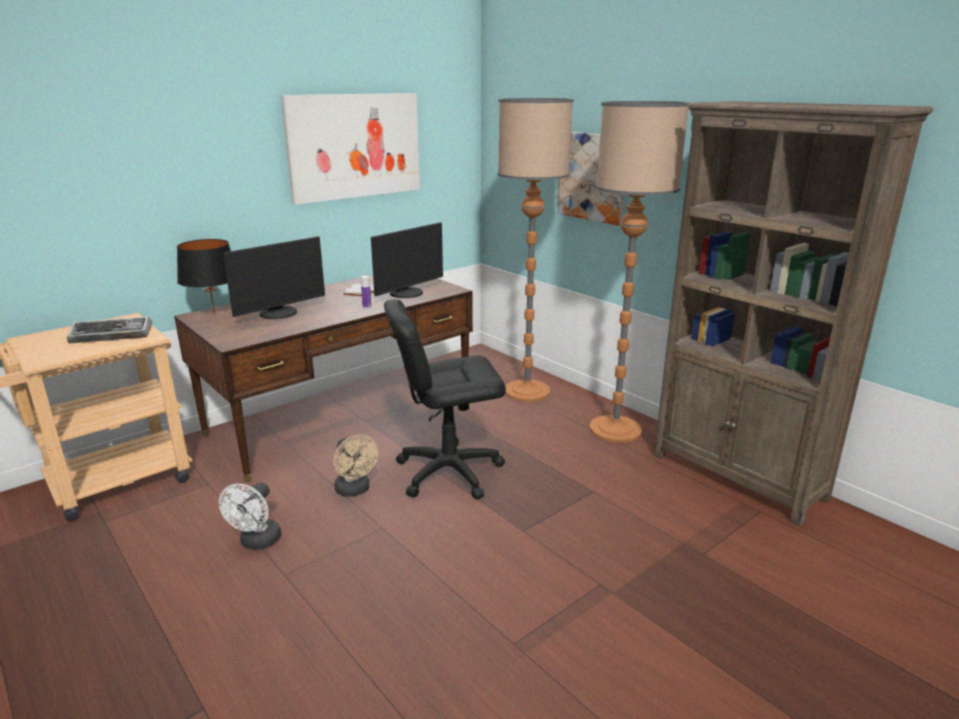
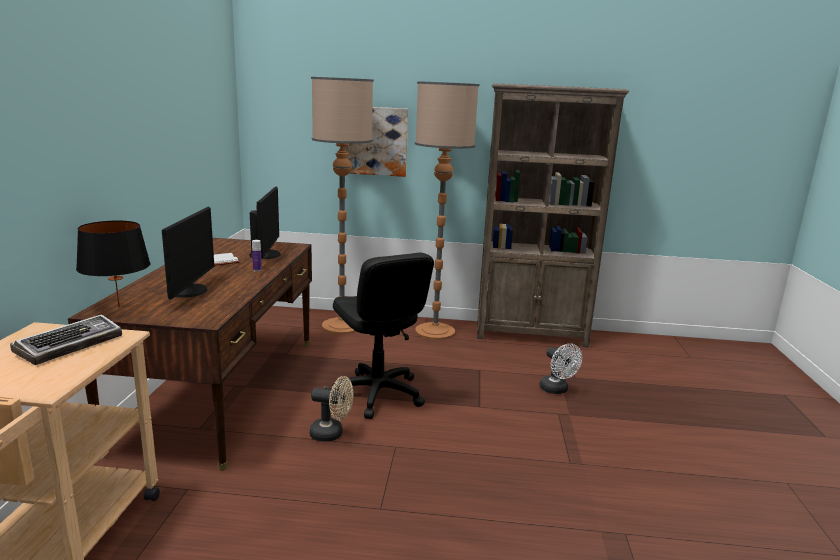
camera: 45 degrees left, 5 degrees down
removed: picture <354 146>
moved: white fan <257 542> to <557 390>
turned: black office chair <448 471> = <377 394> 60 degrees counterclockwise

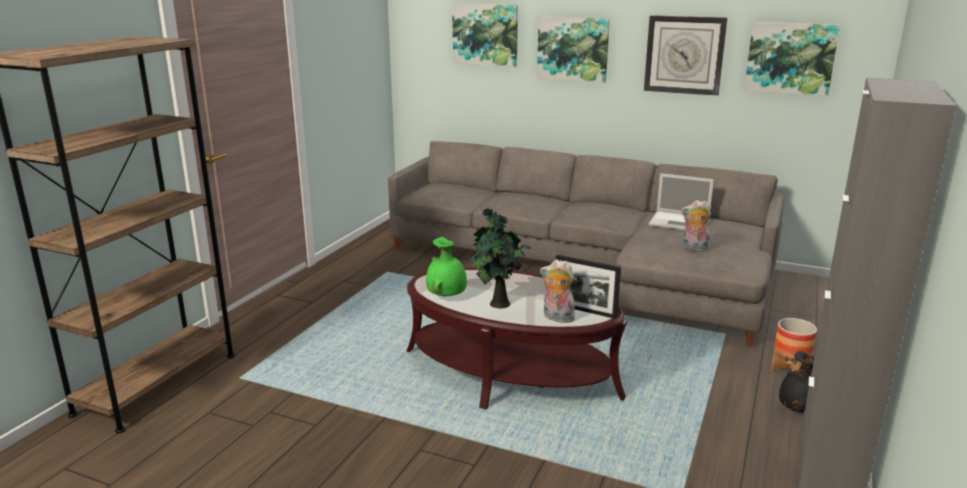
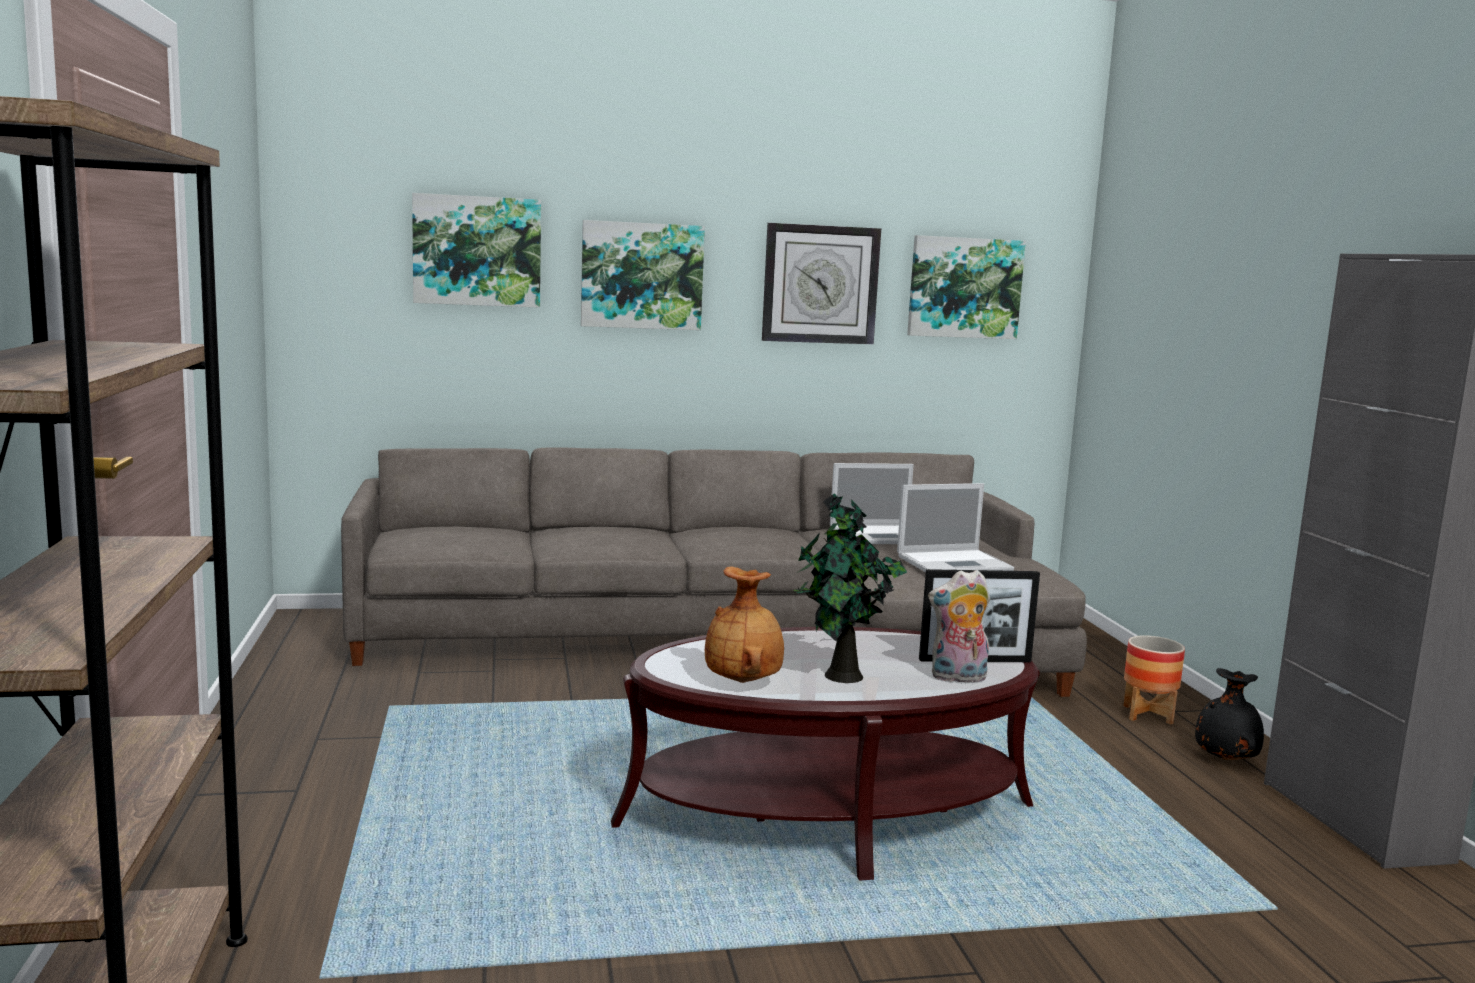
camera: 35 degrees left, 10 degrees down
replaced: plush toy <694 248> to laptop <955 563>
recoloured: green vase <447 296> to brown vase <744 681>

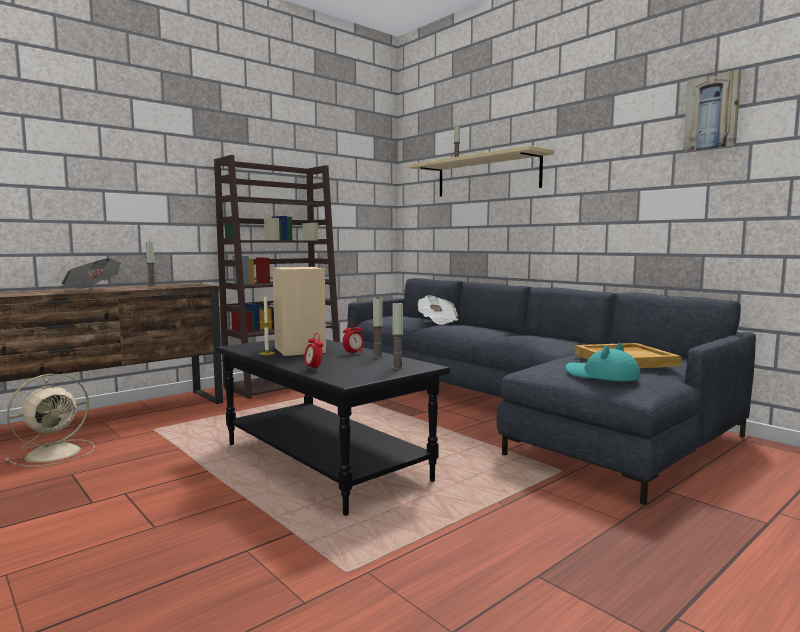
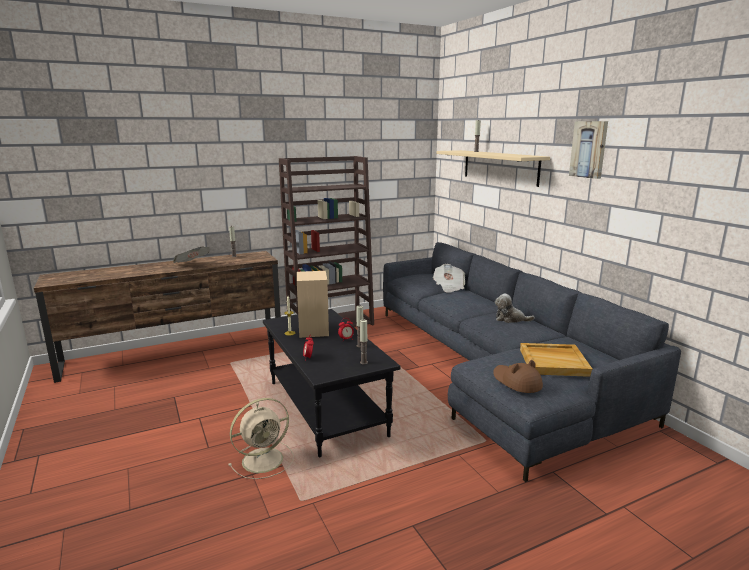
camera: 15 degrees right, 10 degrees up
added: plush toy <510 319>
moved: beige fan <56 453> to <264 459>; picture <712 113> to <589 149>
recoloured: turquoise hat <601 376> to brown hat <516 381>

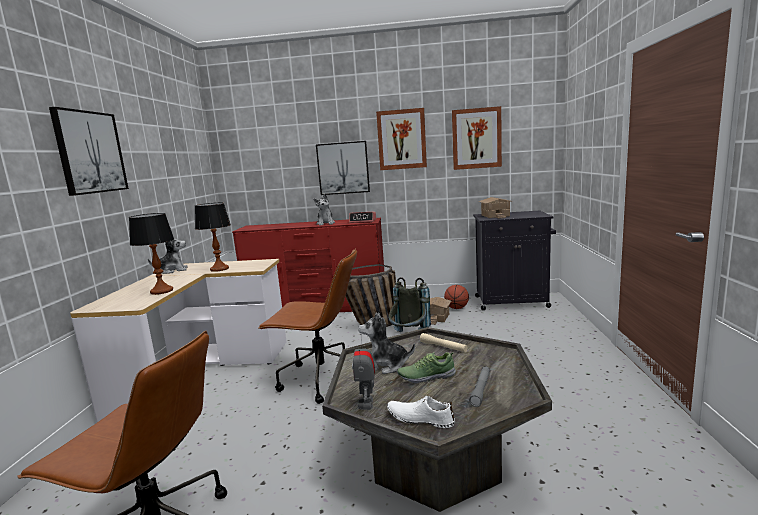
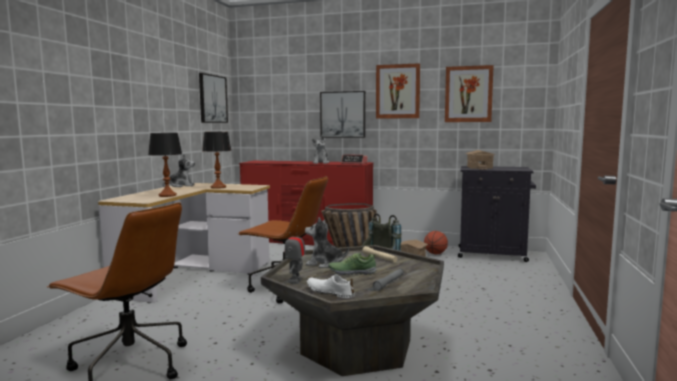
camera: 10 degrees right, 5 degrees down
moved: picture <90 152> to <212 99>

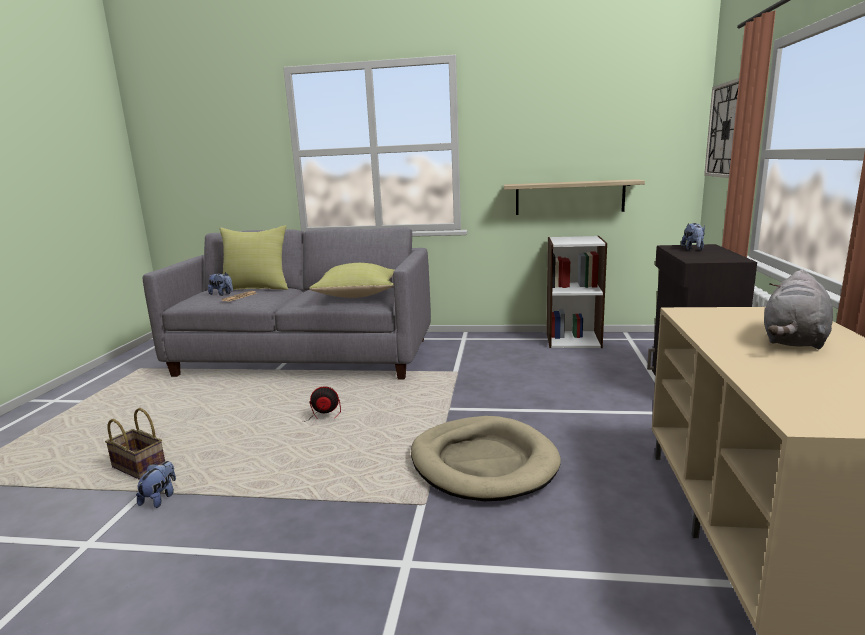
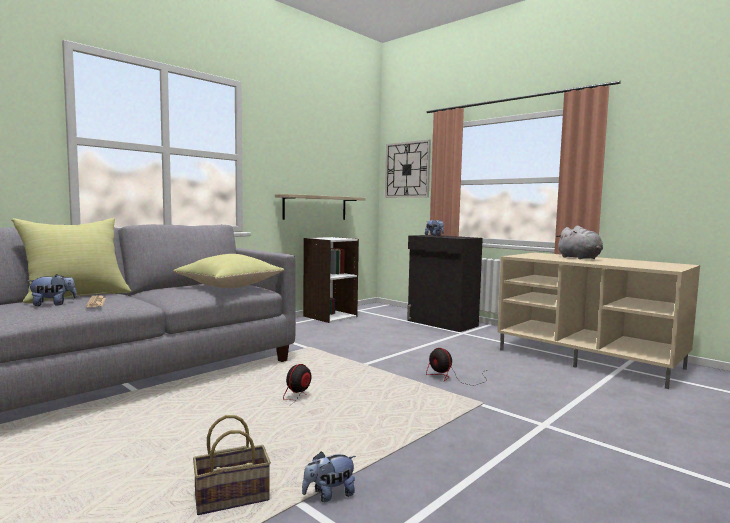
camera: 55 degrees left, 10 degrees down
replaced: beige dog bed <483 463> to fan <453 378>
turned: plush toy <160 498> = <329 495> 75 degrees counterclockwise

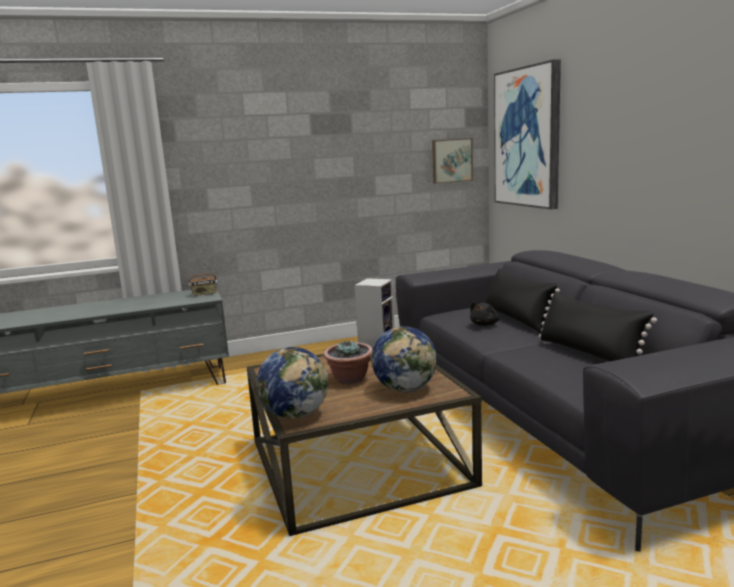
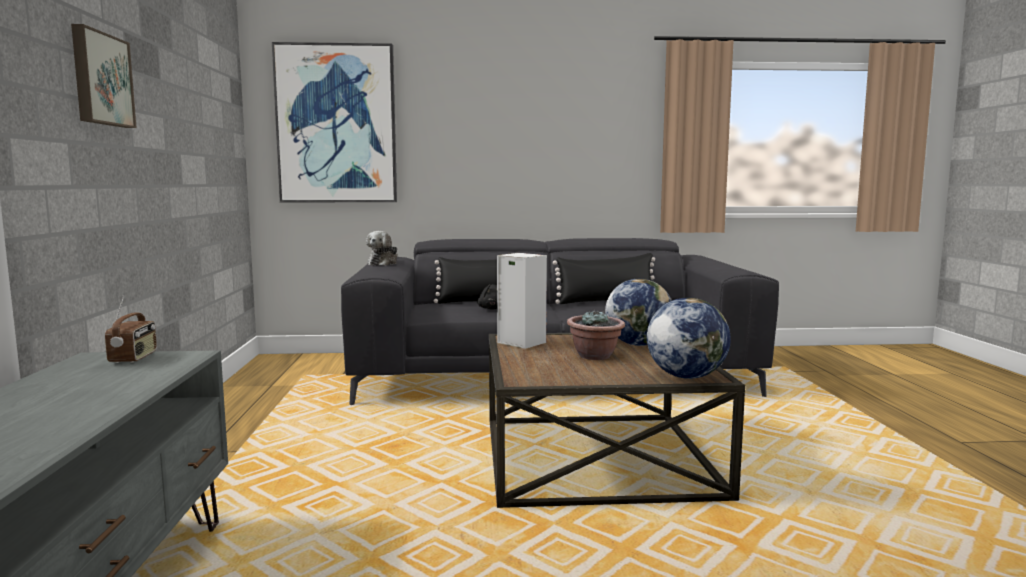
camera: 75 degrees left, 5 degrees down
added: plush toy <383 263>
moved: picture <451 160> to <100 79>

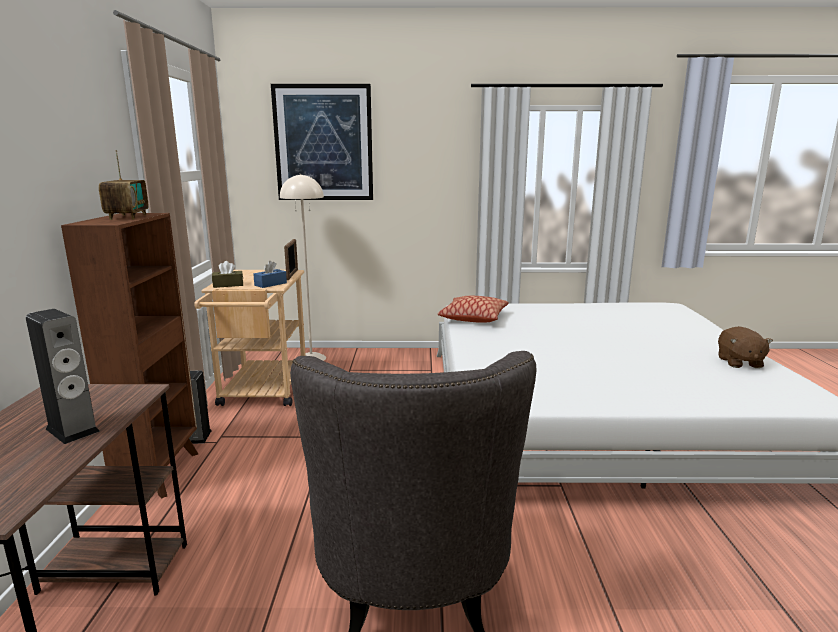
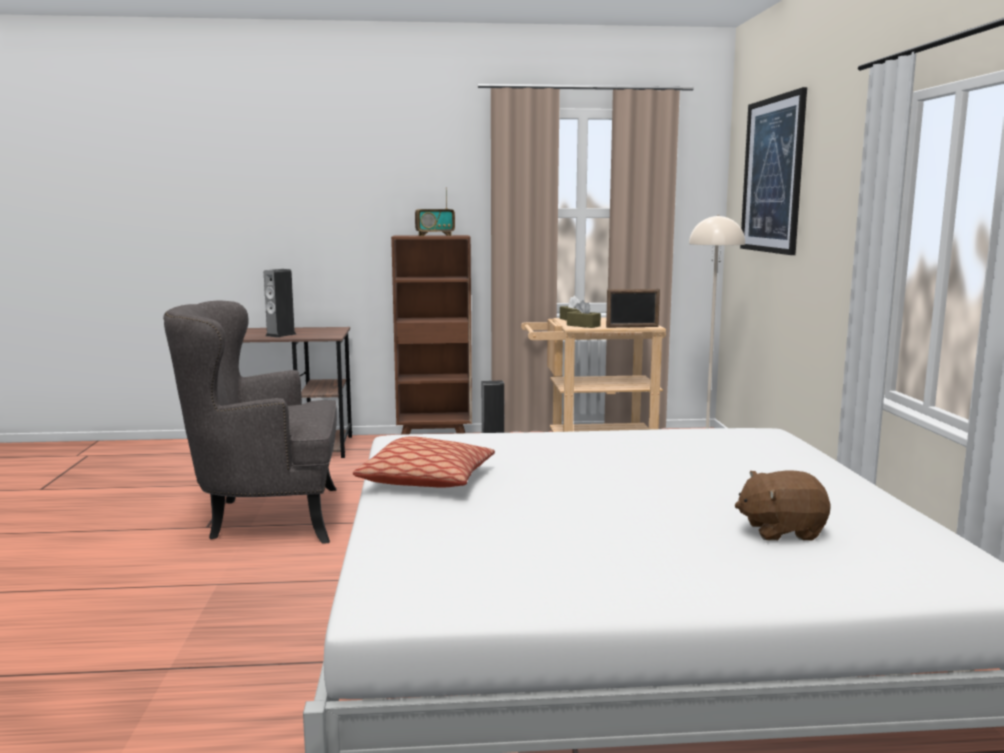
camera: 85 degrees right, 5 degrees down
moved: pillow <473 318> to <427 480>; brown plush toy <739 362> to <781 531>
recoloured: blue tissue box <270 284> to brown tissue box <583 325>

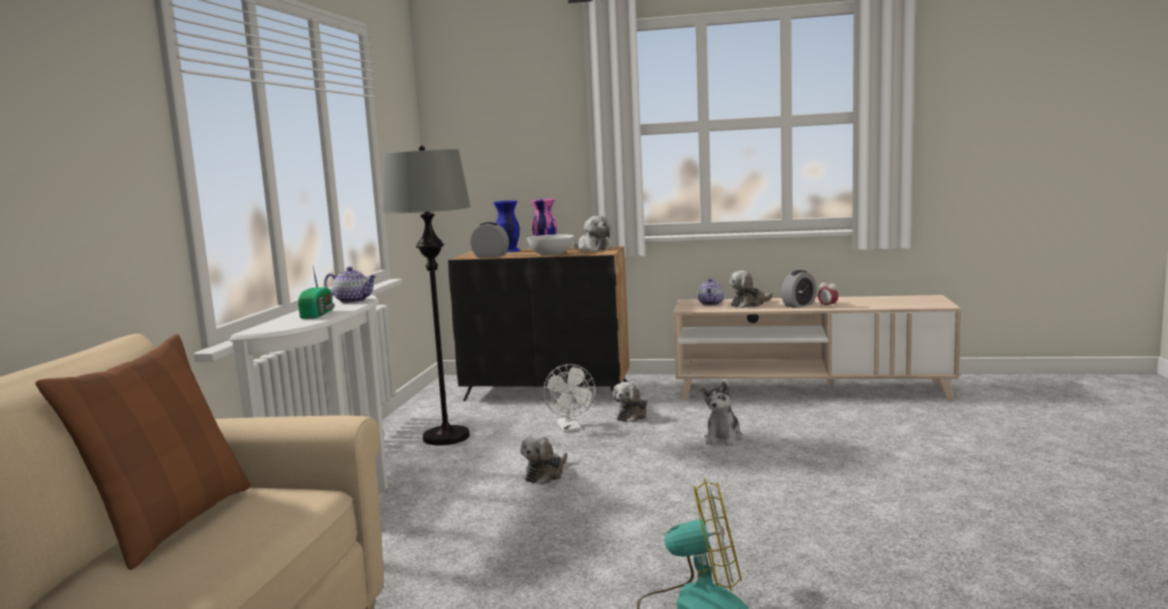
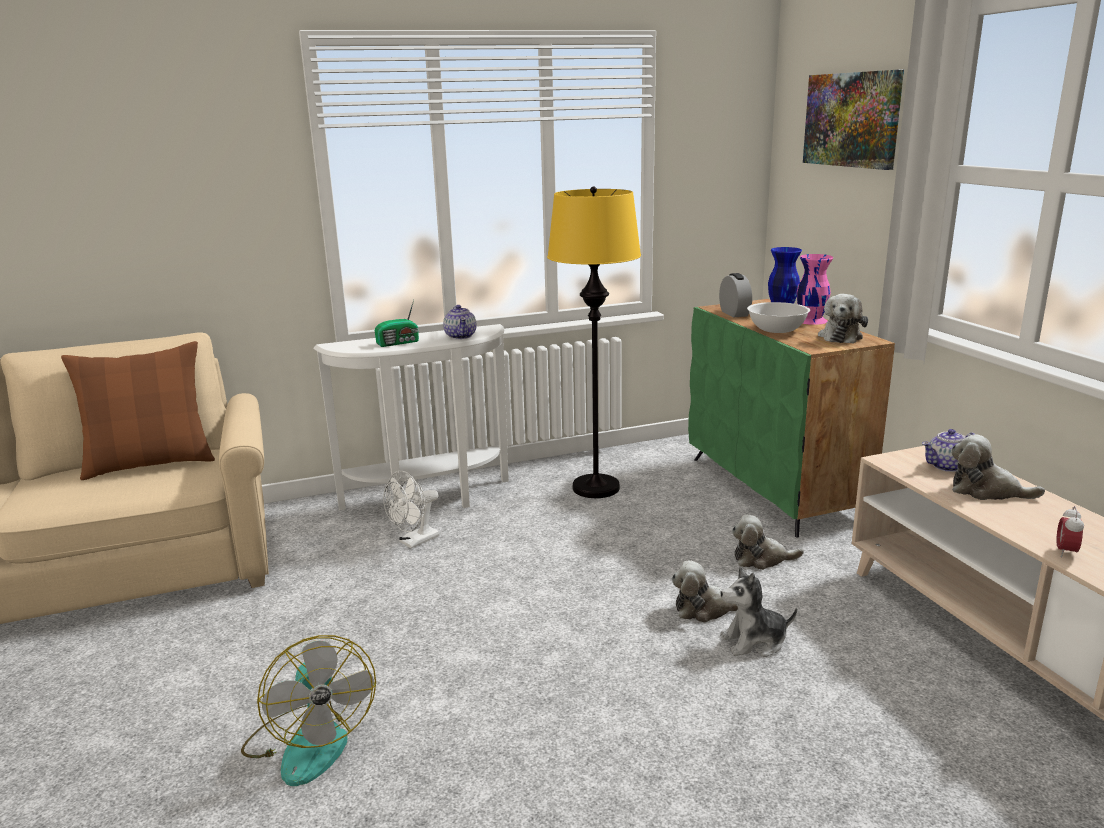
camera: 60 degrees right, 10 degrees up
removed: alarm clock <799 305>
added: picture <852 120>
moved: plush toy <545 474> to <705 609>; white fan <570 428> to <414 542>
recoloured: grey floor lamp <446 437> to yellow floor lamp <596 488>; black cabinet <548 392> to green cabinet <774 488>

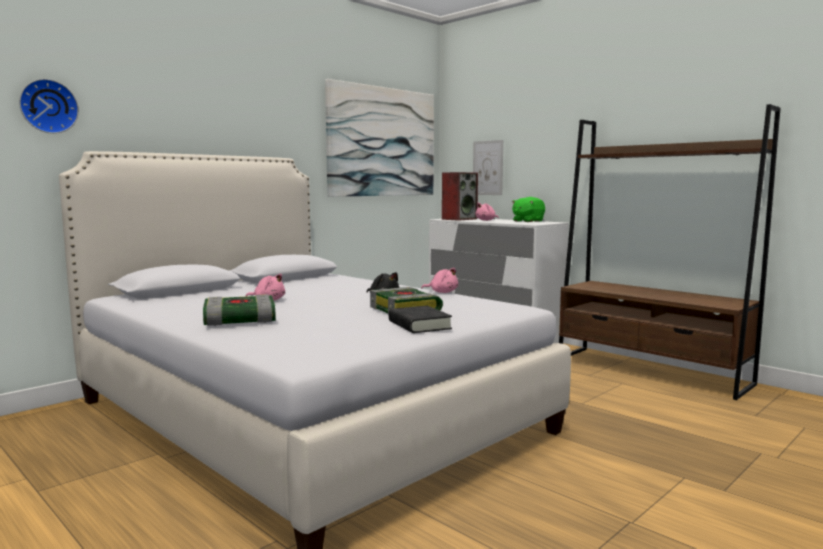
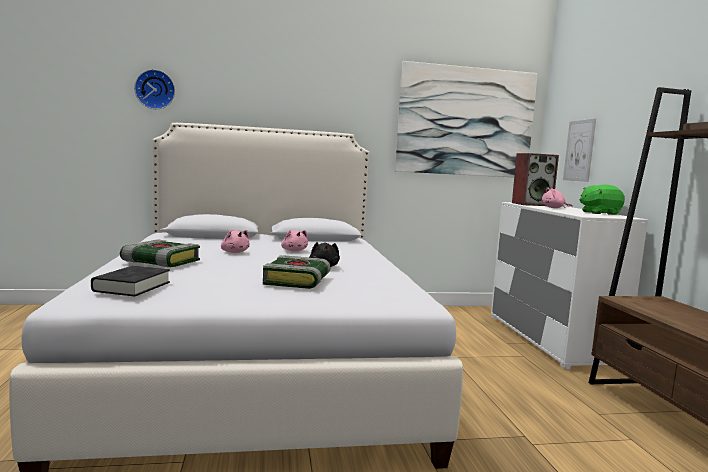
camera: 35 degrees right, 0 degrees up
moved: black book <419 325> to <132 286>; pink plush toy <442 292> to <294 251>

